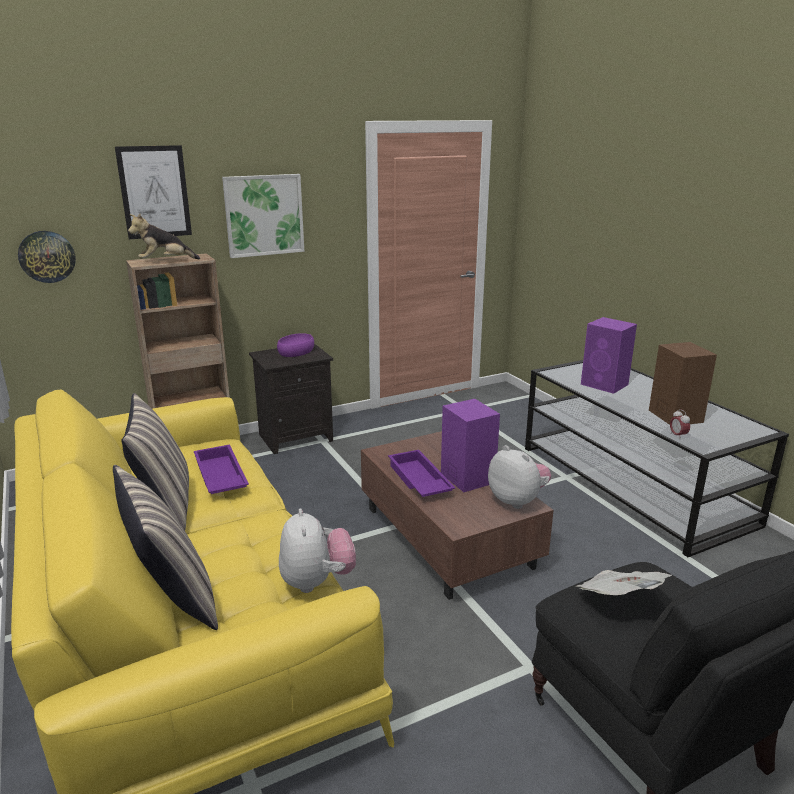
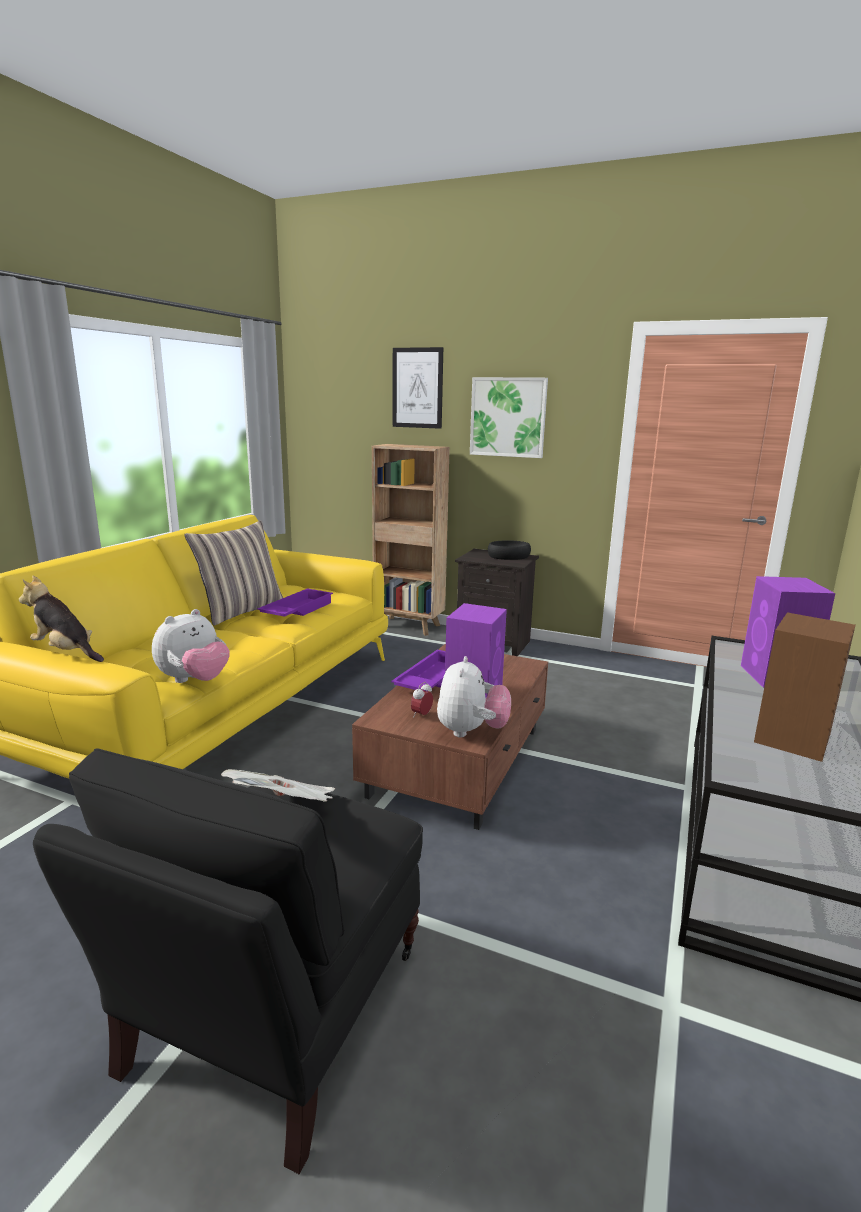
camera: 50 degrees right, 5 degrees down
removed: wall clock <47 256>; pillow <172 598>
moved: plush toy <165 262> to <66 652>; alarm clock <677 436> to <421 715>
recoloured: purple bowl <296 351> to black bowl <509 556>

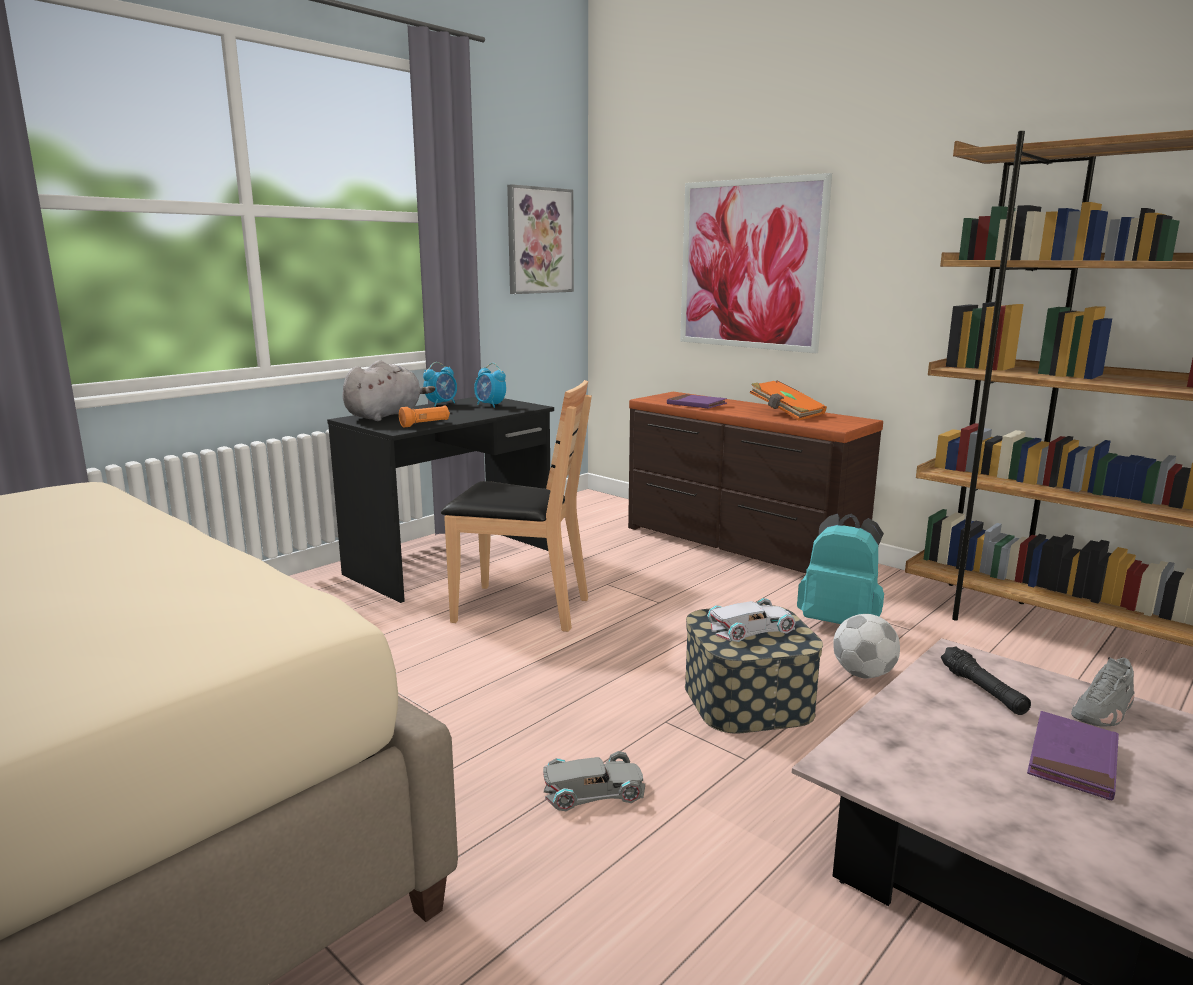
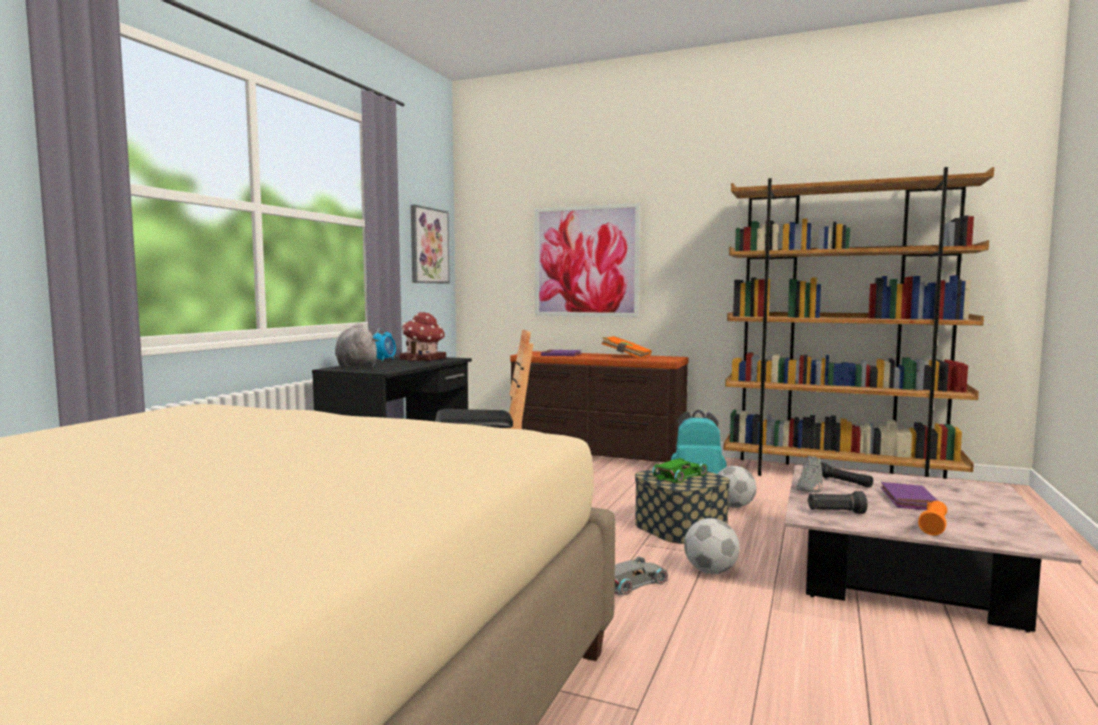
camera: 20 degrees left, 10 degrees down
added: football <711 571>; black flashlight <835 512>
moved: orange flashlight <425 424> to <934 527>; grey shoe <1103 711> to <810 487>
replaced: alarm clock <490 405> to toy house <423 359>
recoloured: white toy car <752 628> to green toy car <680 476>
turned: grey plush toy <386 416> = <356 366> 45 degrees counterclockwise

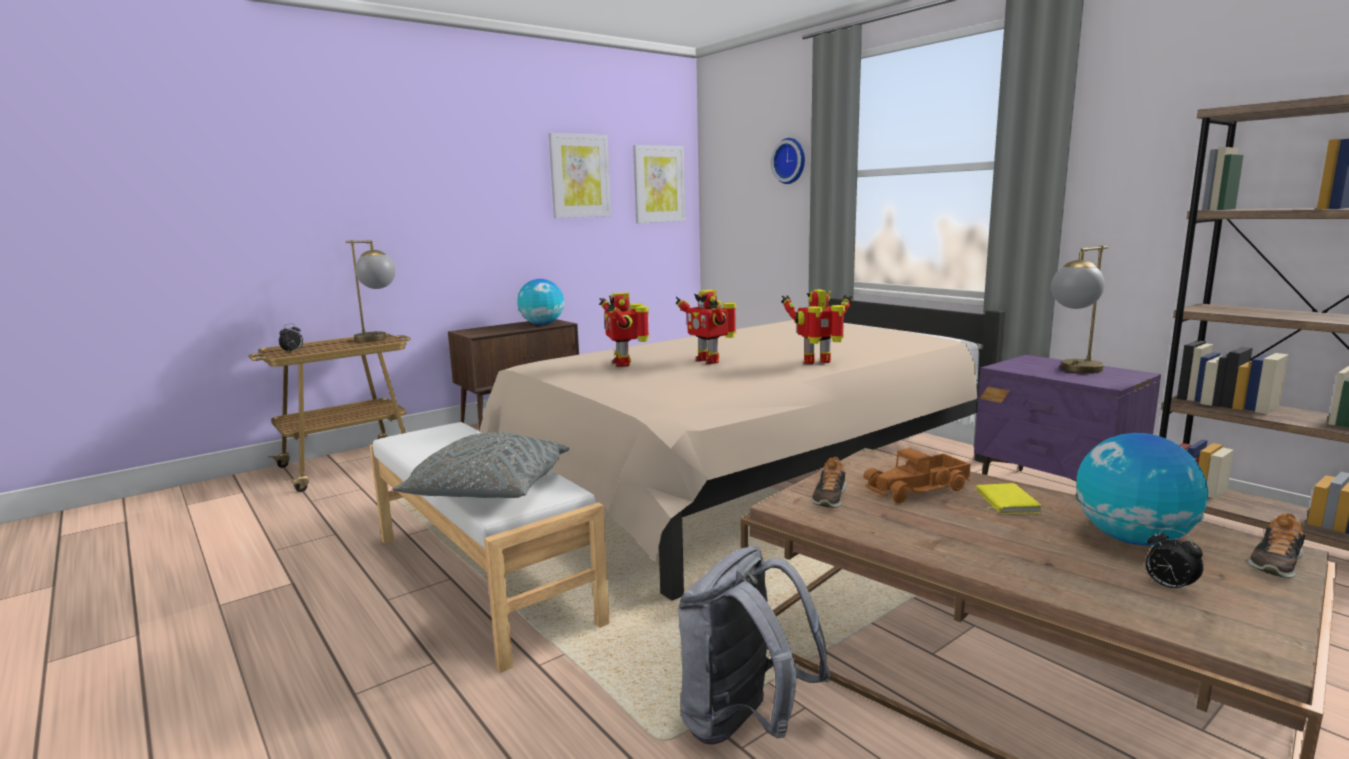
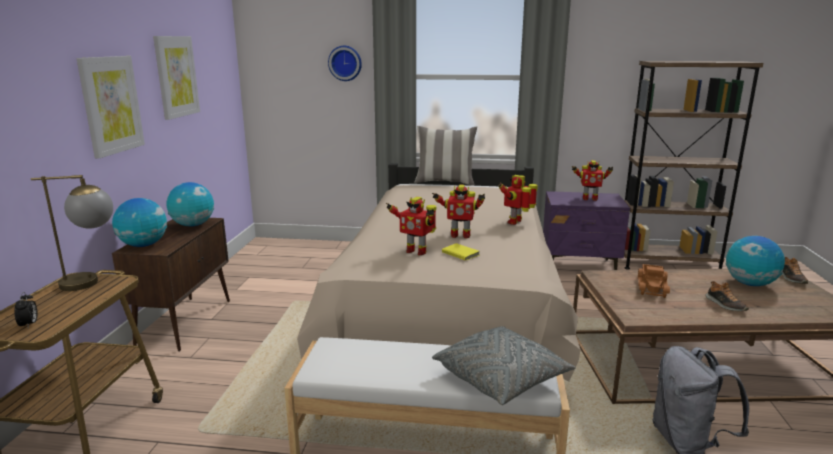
camera: 45 degrees left, 5 degrees up
removed: alarm clock <1168 587>
added: globe <143 245>; pillow <445 182>
moved: picture <659 184> to <111 105>; shoe <829 498> to <724 305>; yellow book <1004 502> to <459 254>
replaced: table lamp <1074 371> to toy robot <589 198>

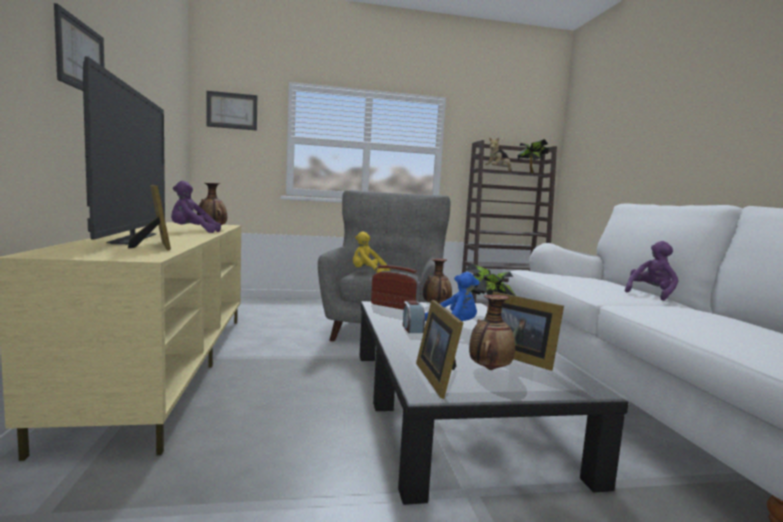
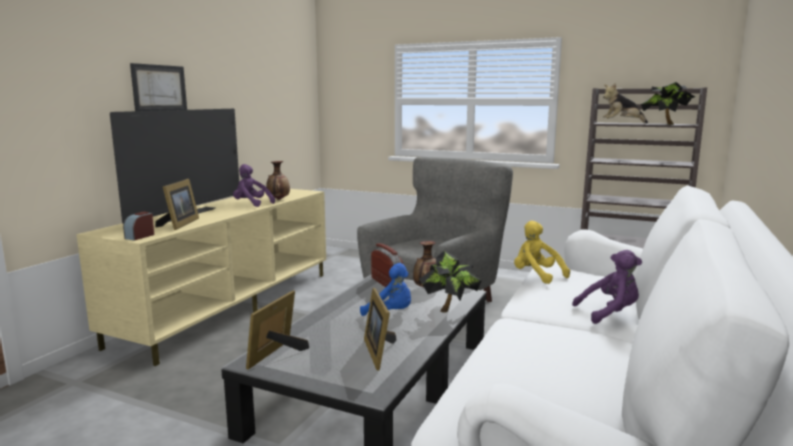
camera: 35 degrees right, 5 degrees up
removed: picture <232 111>; vase <489 369>
moved: yellow plush toy <367 273> to <536 276>; alarm clock <412 328> to <140 236>

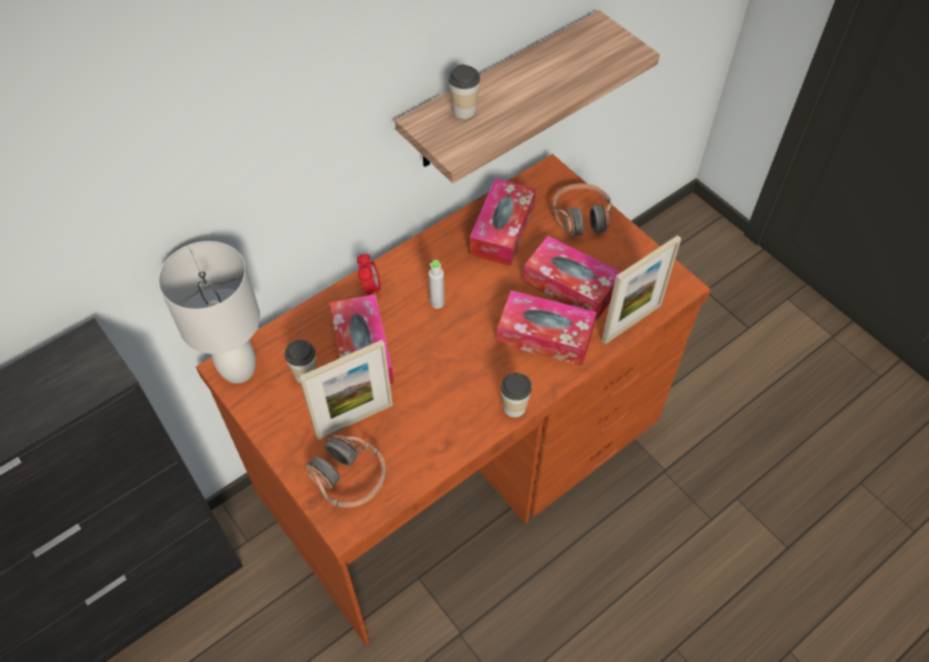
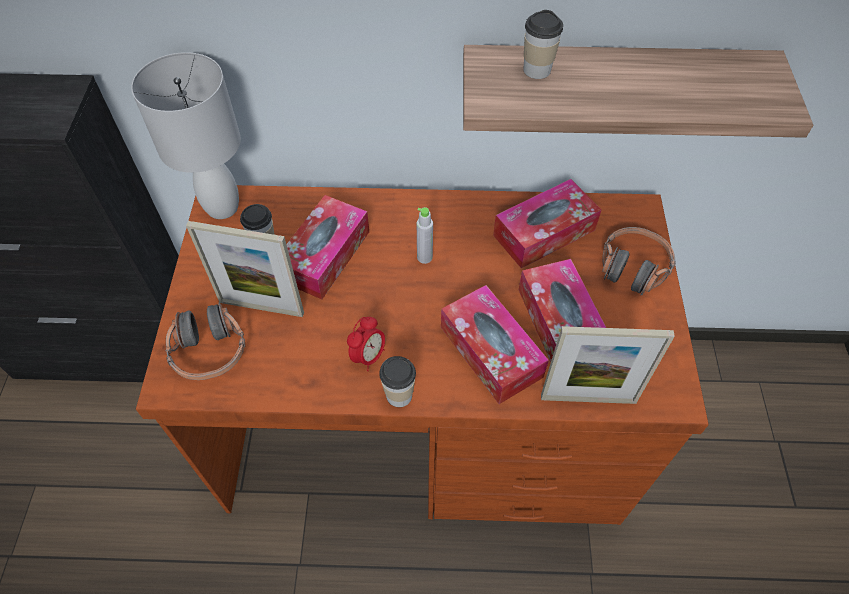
camera: 40 degrees right, 0 degrees up
moved: alarm clock <370 288> to <368 356>

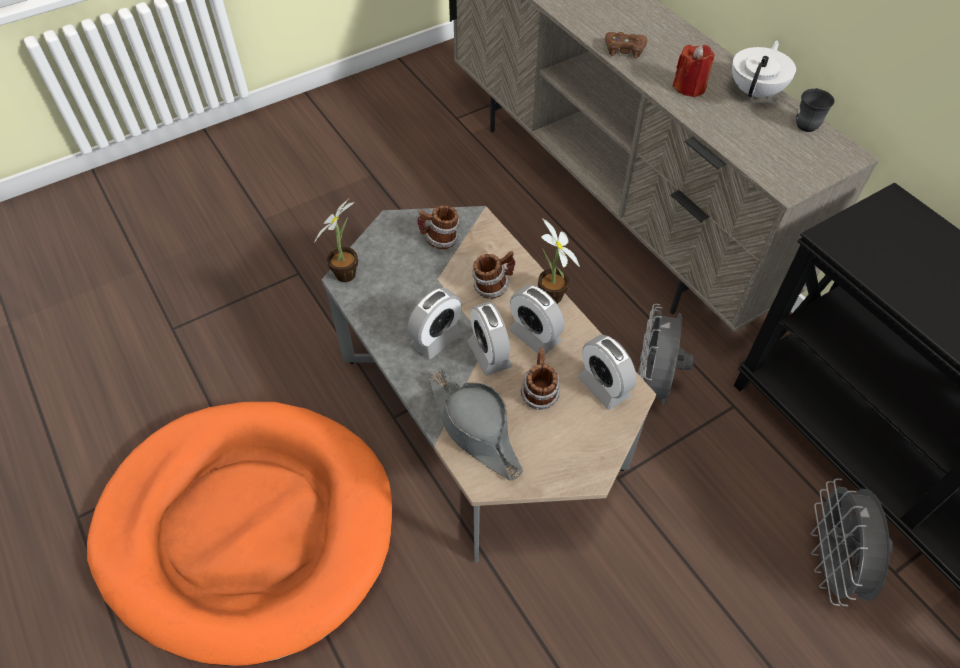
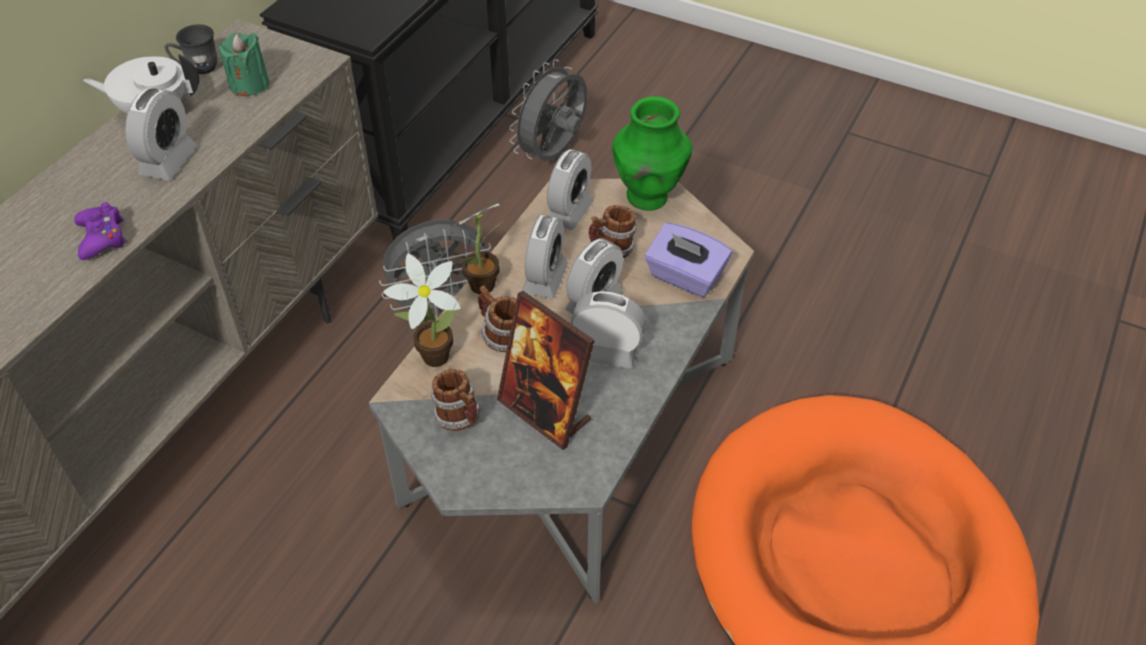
camera: 120 degrees left, 5 degrees down
added: green candle <249 85>; picture frame <545 412>; green vase <648 197>
moved: potted plant <348 272> to <430 356>
replaced: grey hat <475 429> to purple tissue box <685 277>; red candle <689 87> to alarm clock <168 161>
recoloured: brown game controller <624 49> to purple game controller <102 238>
turned: grey fan <830 565> = <553 155> 150 degrees clockwise

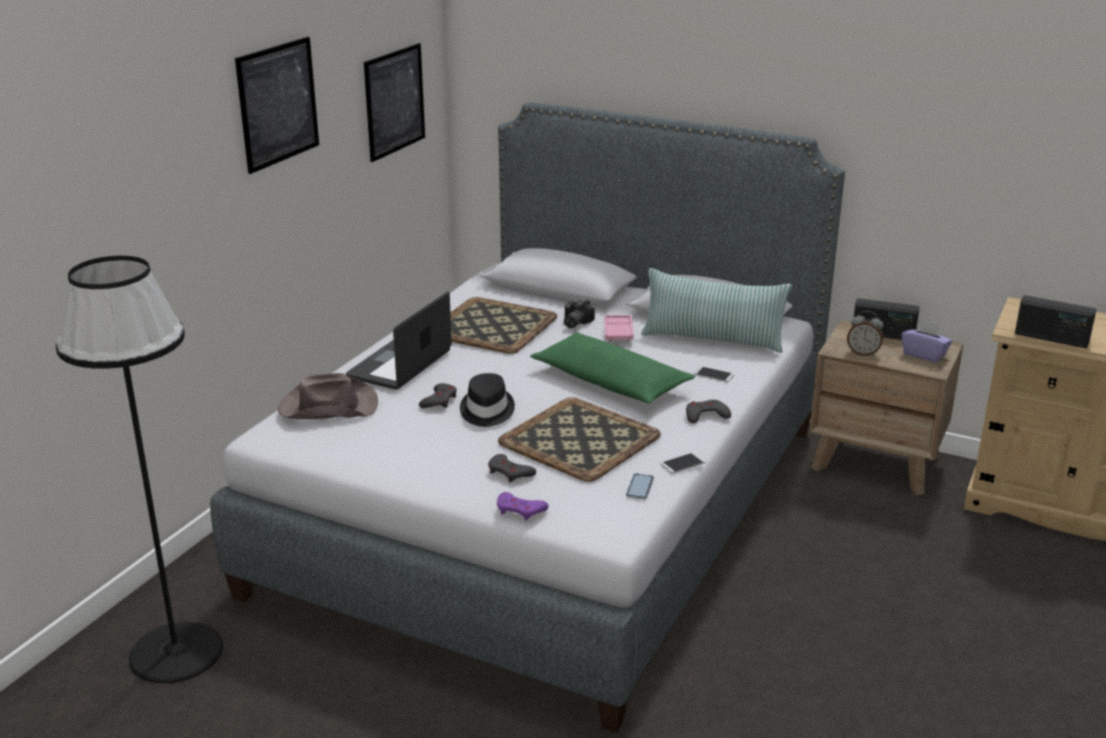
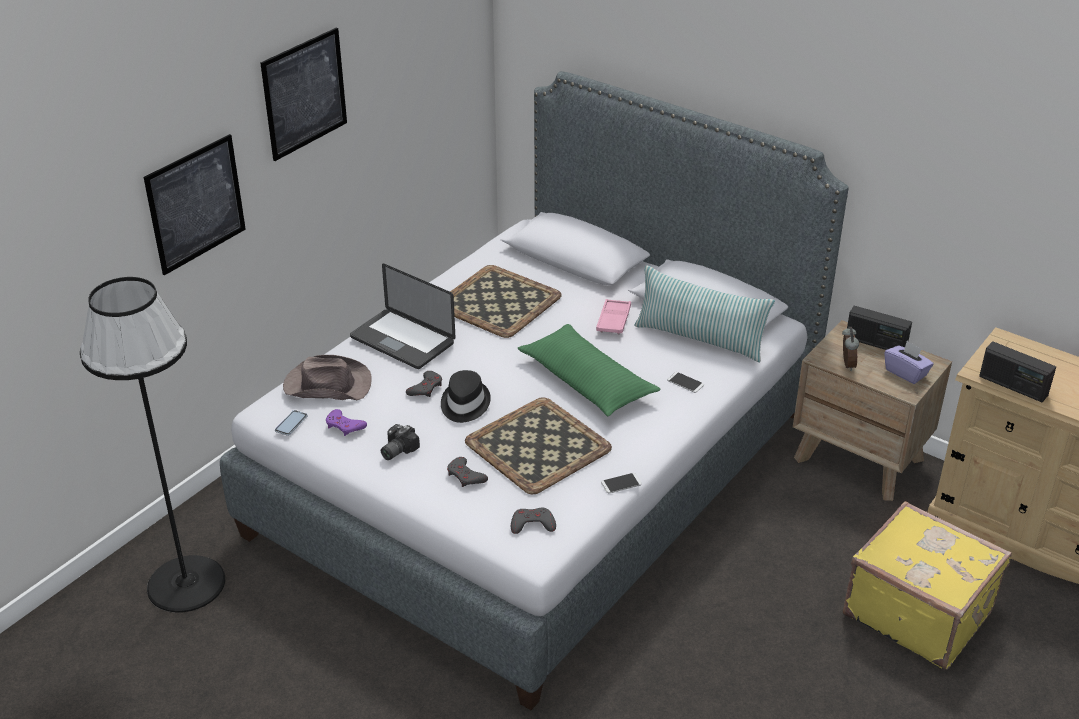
camera: 10 degrees right, 10 degrees up
added: yellow suitcase <918 611>
moved: picture <394 101> to <196 204>; purple game controller <520 510> to <344 426>; photo camera <574 323> to <396 450>; phone <640 487> to <291 423>; grey game controller <705 415> to <532 524>
turned: laptop <400 364> = <402 340> 90 degrees counterclockwise; alarm clock <863 353> = <846 364> 120 degrees counterclockwise

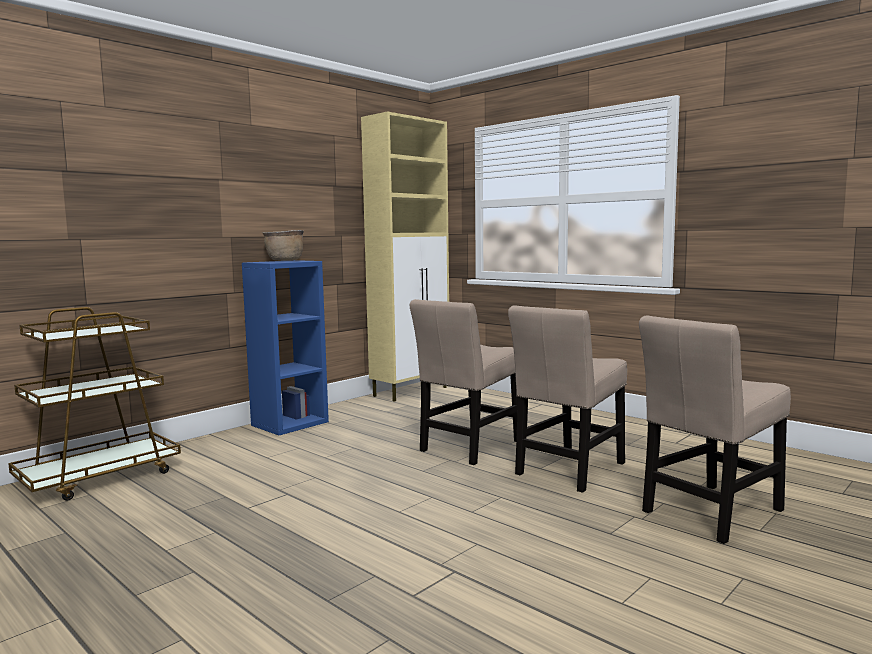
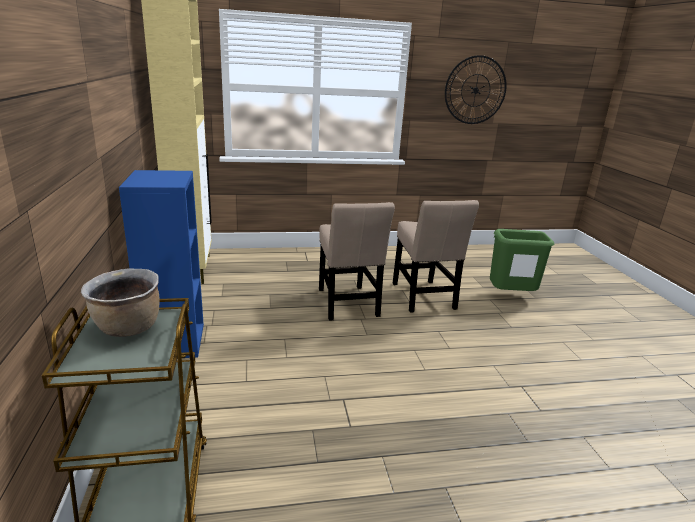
camera: 55 degrees left, 15 degrees up
added: wall clock <475 90>
moved: brown cooking pot <284 261> to <128 328>
replaced: beige chair <709 513> to green trash can <510 297>

